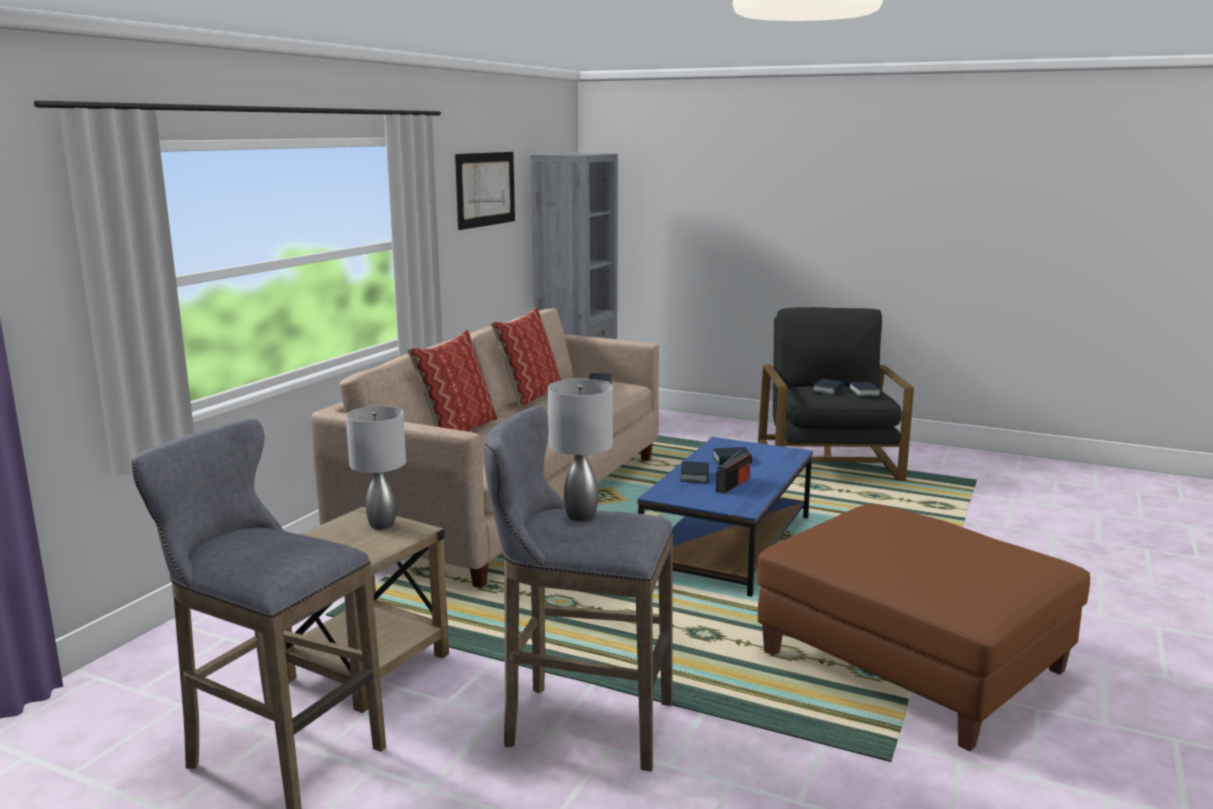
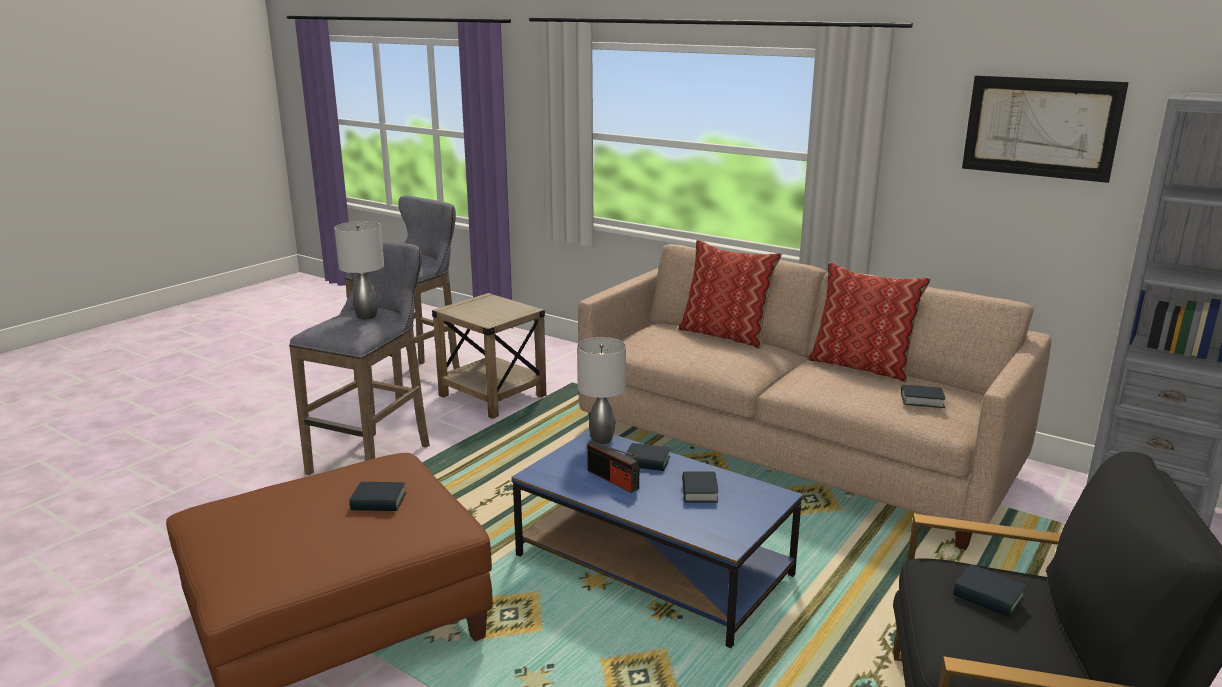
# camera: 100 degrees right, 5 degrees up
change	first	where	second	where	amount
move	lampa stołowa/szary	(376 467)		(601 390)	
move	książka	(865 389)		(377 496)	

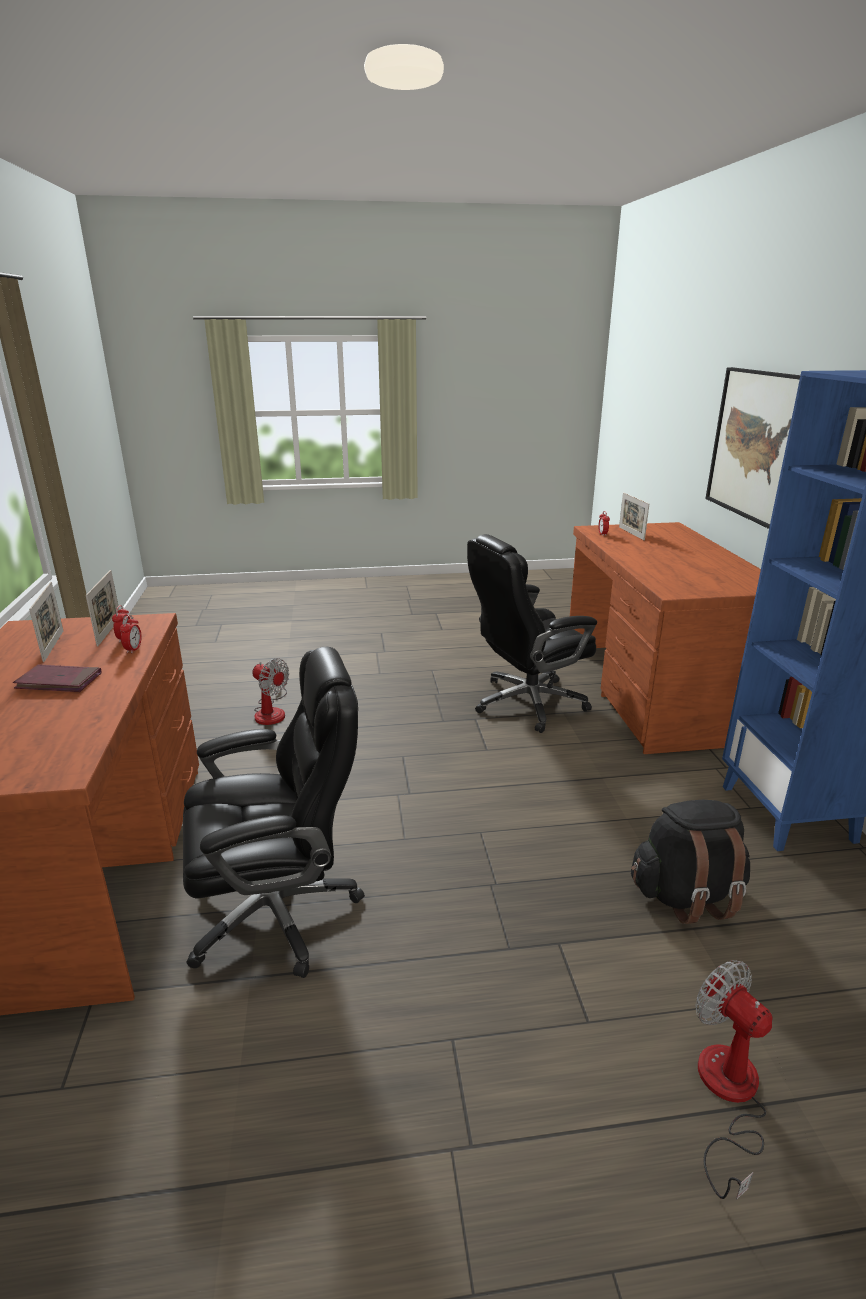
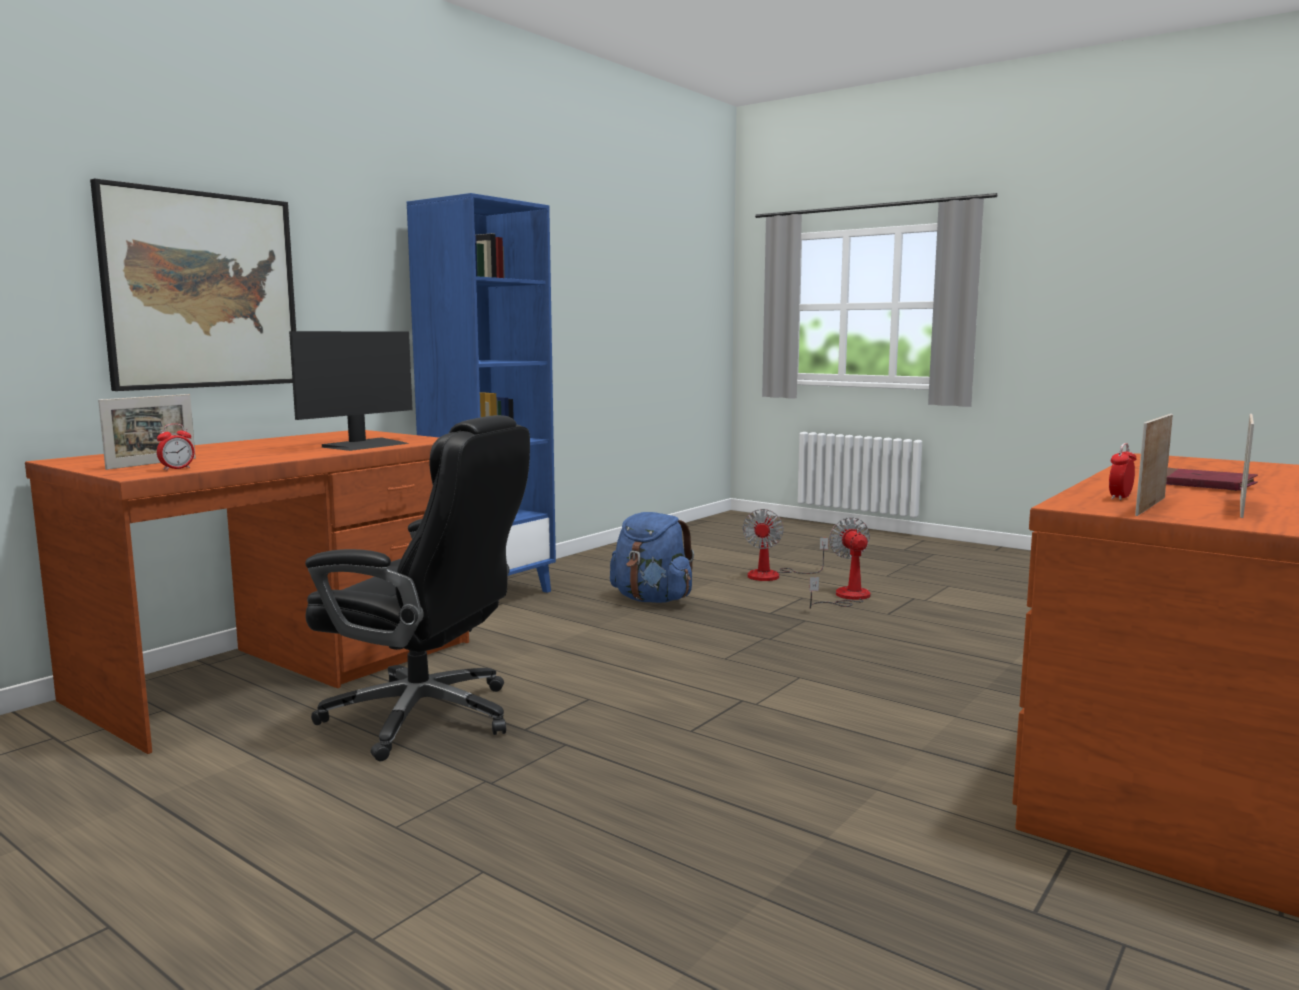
# camera: 135 degrees left, 15 degrees down
change	first	where	second	where	amount
delete	budzik	(131 634)			
delete	krzesło biurowe/czarny	(274 812)			
move	wentylator	(270 691)		(839 563)	
recolor	plecak/czarny	(690 862)	plecak/niebieski	(652 557)	
insert			monitor	(351 391)	

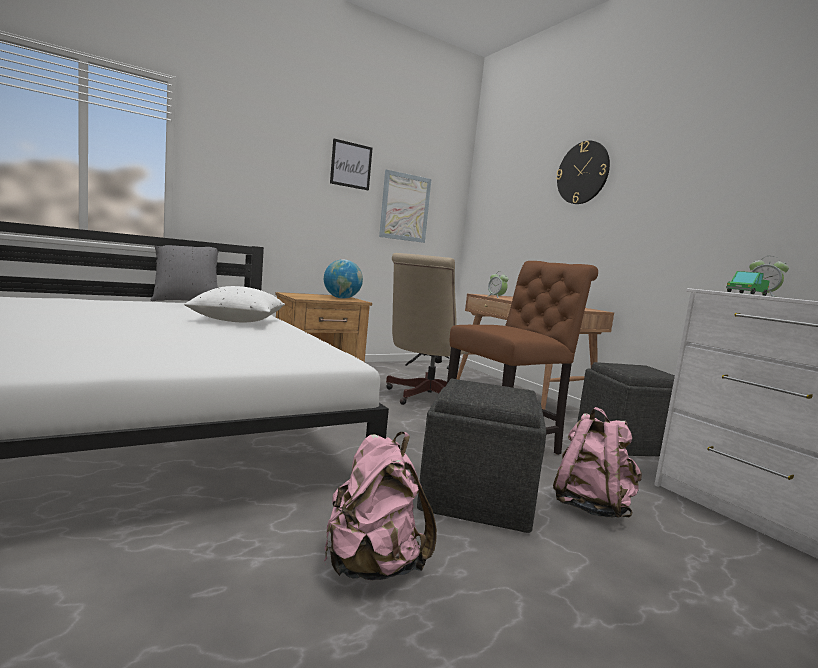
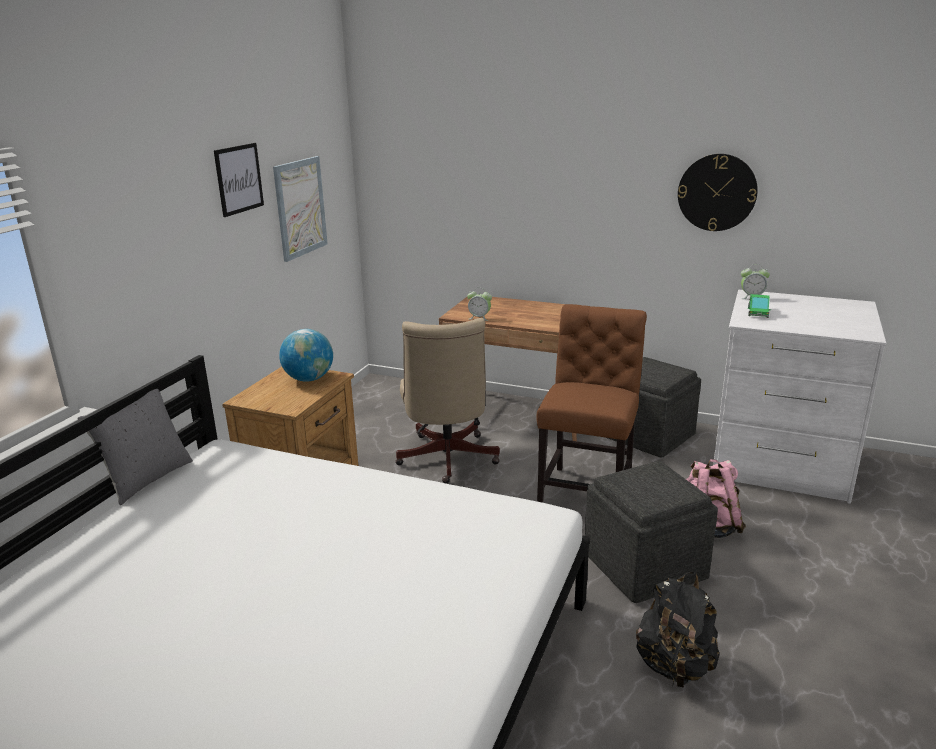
# camera: 35 degrees left, 15 degrees up
change	first	where	second	where	amount
delete	poduszka/biały	(234 304)			
recolor	plecak/różowy	(380 506)	plecak/czarny	(677 630)	
move	zegar ścienny	(583 172)		(718 192)	

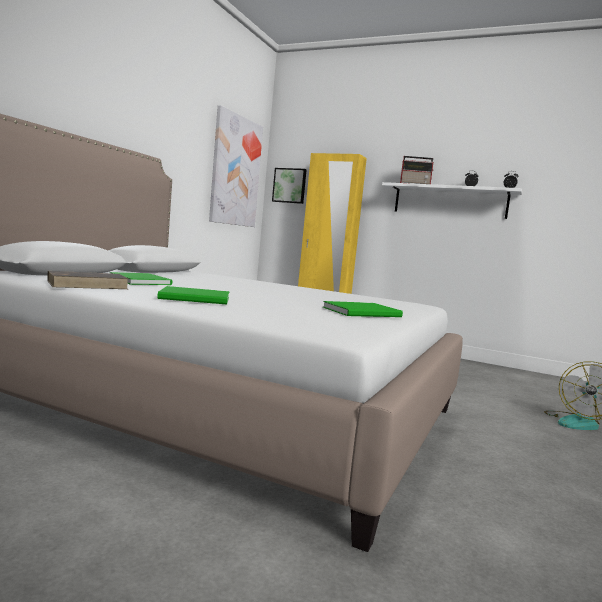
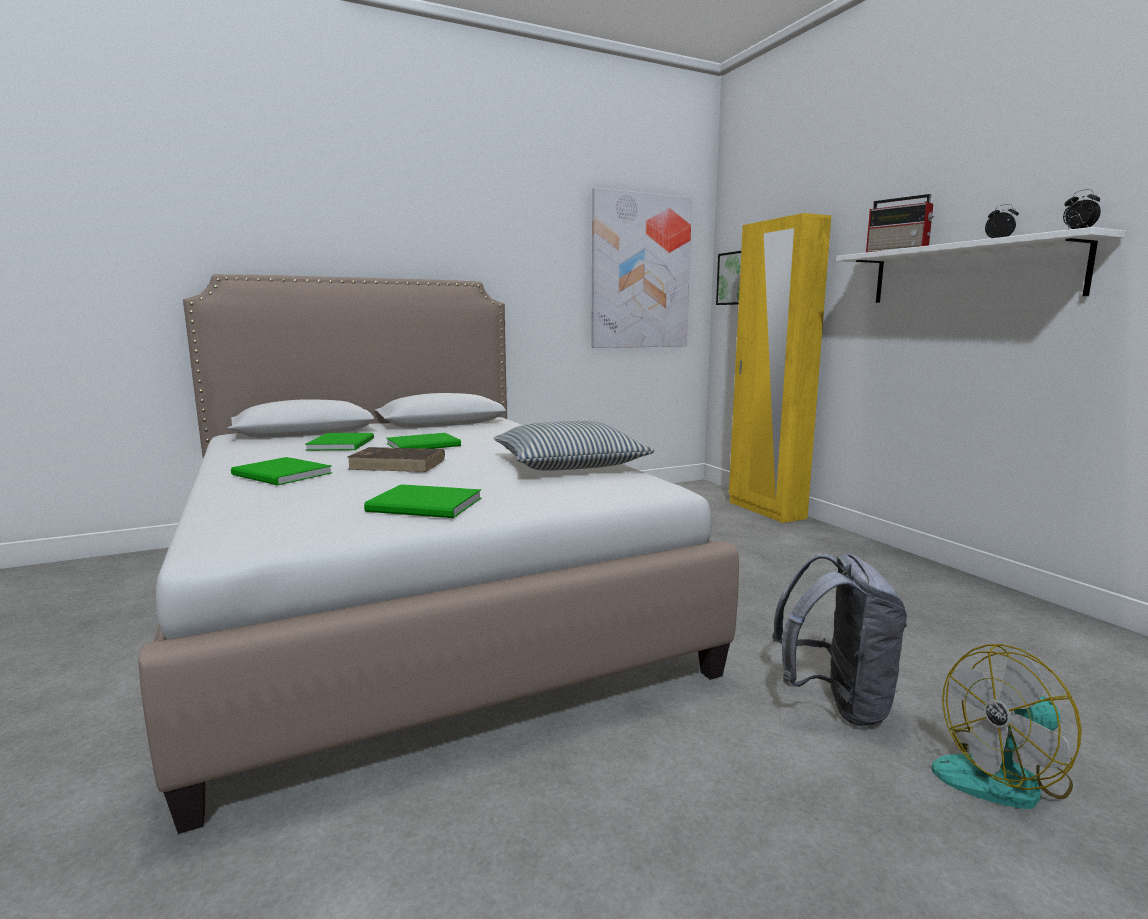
# camera: 40 degrees right, 5 degrees up
change	first	where	second	where	amount
move	książka/brązowy	(88 280)		(396 459)	
insert			książka/zielony	(424 441)	
insert			poduszka	(574 446)	
insert			plecak/szary	(839 640)	

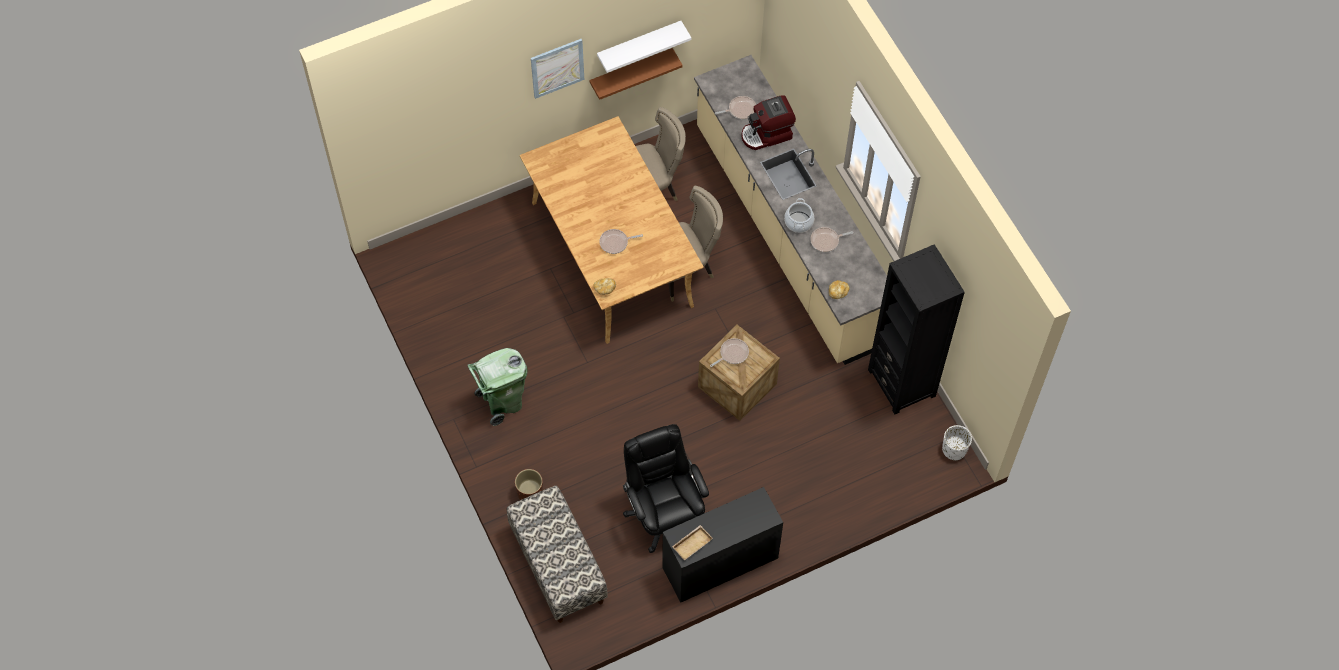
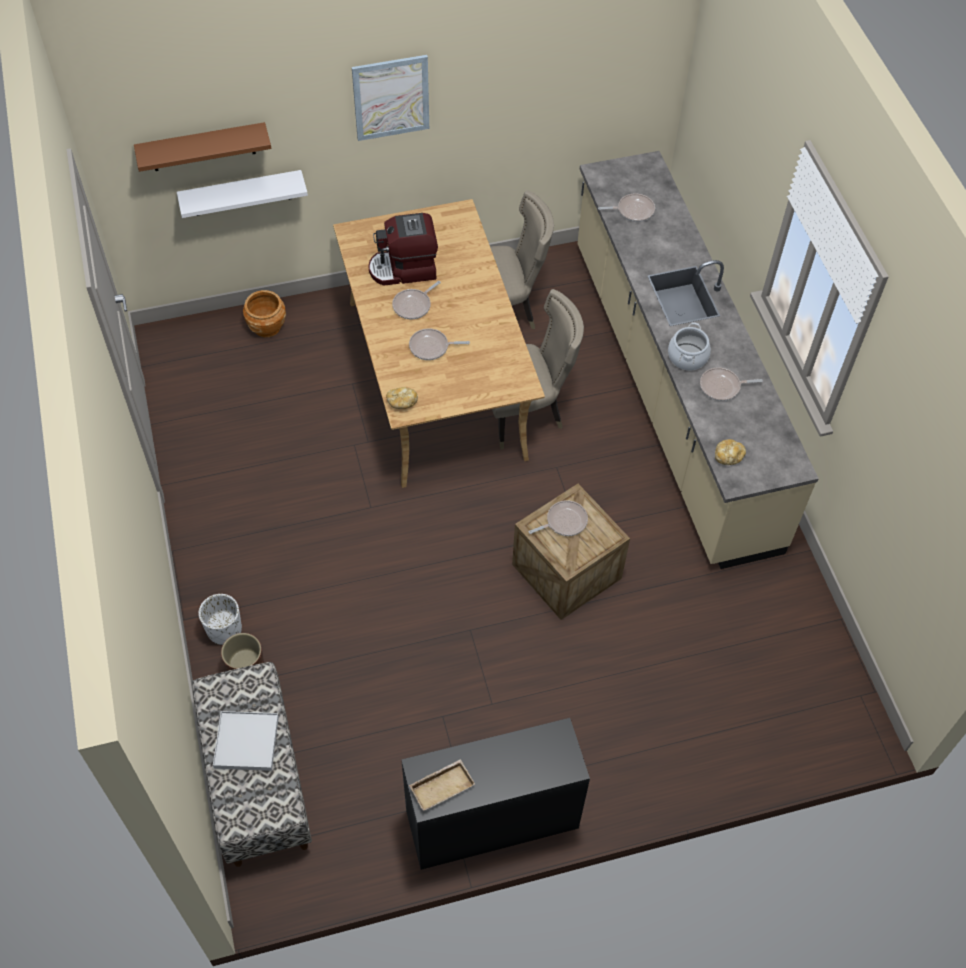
# camera: 10 degrees right, 5 degrees down
change	first	where	second	where	amount
delete	kosz na śmieci/zielony	(497 387)			
move	półka/brązowy	(636 74)		(202 147)	
move	półka/biały	(644 47)		(242 194)	
delete	krzesło biurowe/czarny	(666 488)			
move	ekspres do kawy	(769 122)		(403 249)	
delete	regał/czarny	(916 329)			
move	donica/biały	(957 443)		(220 619)	
insert			taca/biały	(246 741)	
insert			donica/brązowy	(264 313)	
insert			patelnia	(416 300)	

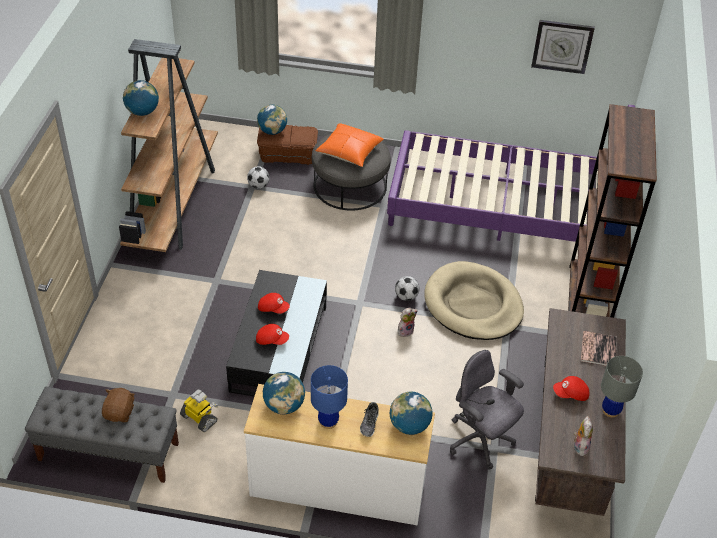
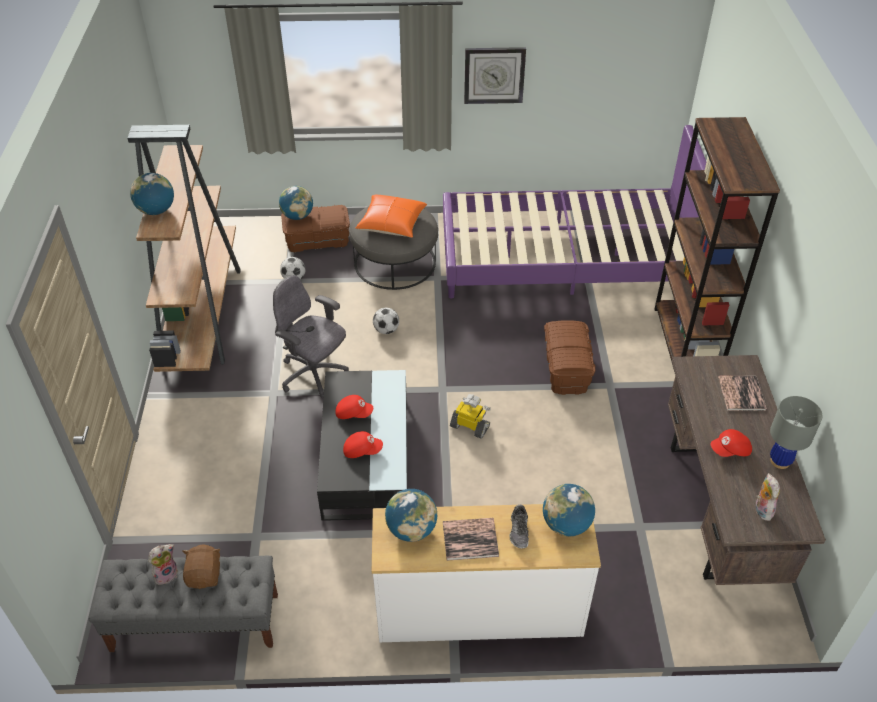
# camera: 10 degrees left, 0 degrees up
change	first	where	second	where	amount
move	robot zabawkowy	(199 410)		(470 416)	
replace	lampa stołowa/niebieski	(329 397)	książka	(471 539)	
move	piłka futbolowa	(407 288)		(386 321)	
move	pluszak	(408 322)		(163 564)	
replace	legowisko/beżowy	(474 300)	pojemnik do przechowywania/brązowy	(570 357)	
move	krzesło biurowe/szary	(487 409)		(311 337)	
move	zegar ścienny	(563 47)		(495 75)	

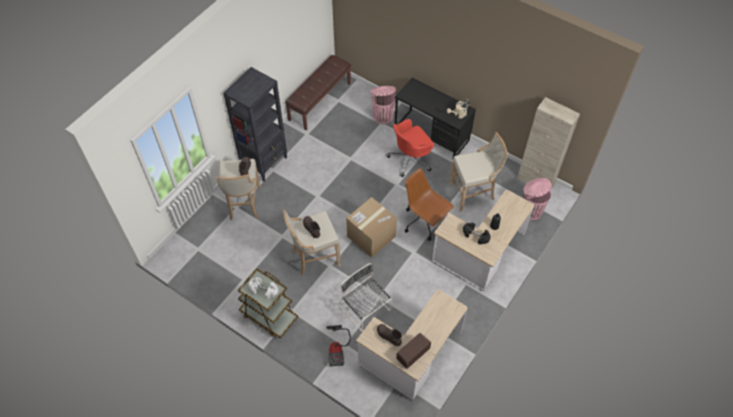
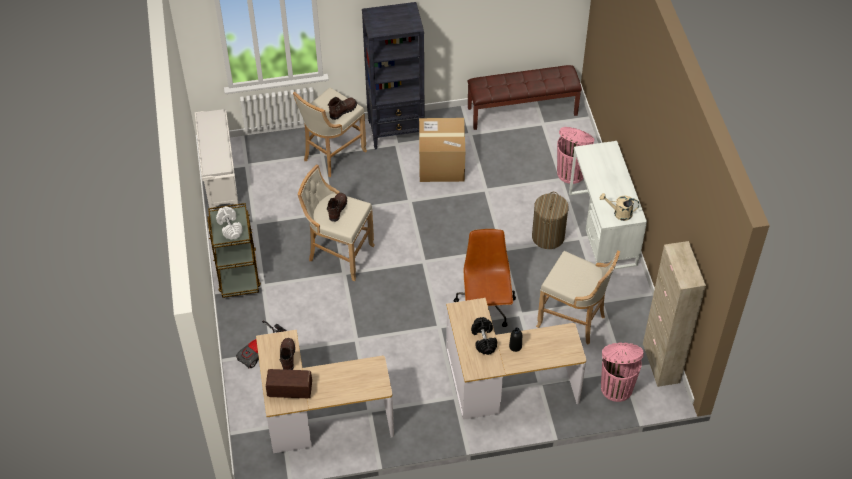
# camera: 45 degrees right, 5 degrees down
change	first	where	second	where	amount
delete	krzesło/czarny	(365 297)			
move	karton	(371 227)		(442 150)	
replace	krzesło biurowe/czerwony	(410 148)	kosz na pranie	(550 220)	
recolor	biurko/czarny	(435 117)	biurko/biały	(608 205)	
insert			regał na buty/biały	(217 159)	

